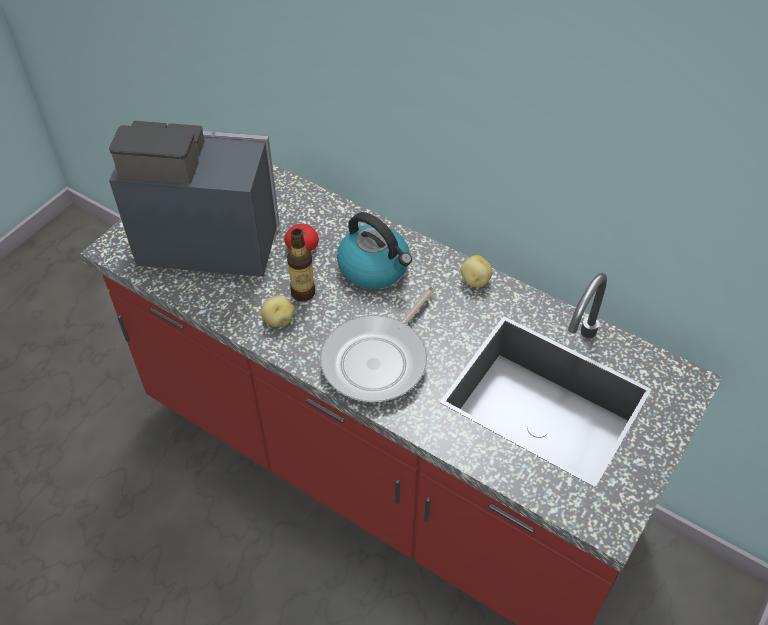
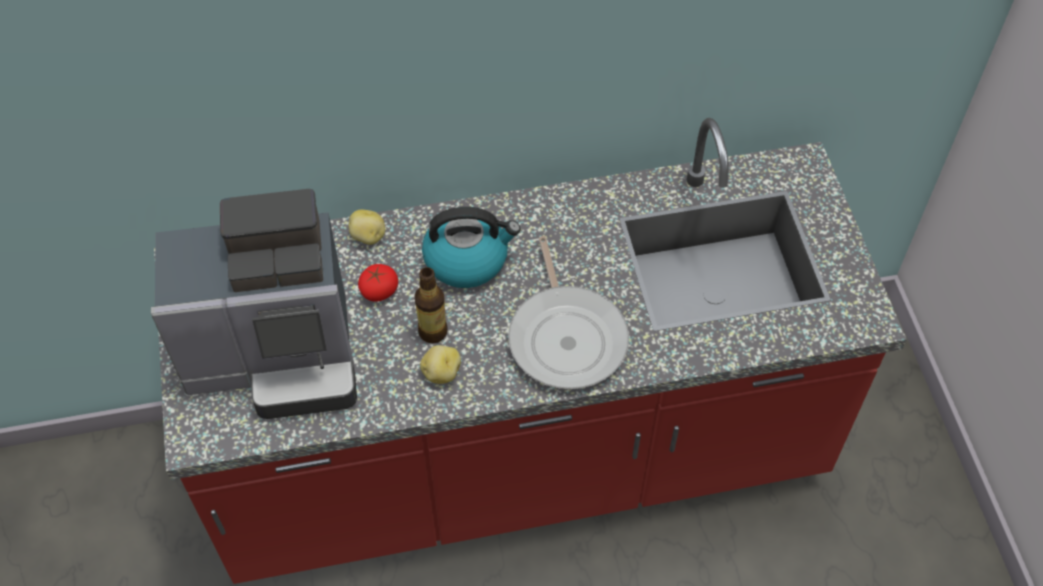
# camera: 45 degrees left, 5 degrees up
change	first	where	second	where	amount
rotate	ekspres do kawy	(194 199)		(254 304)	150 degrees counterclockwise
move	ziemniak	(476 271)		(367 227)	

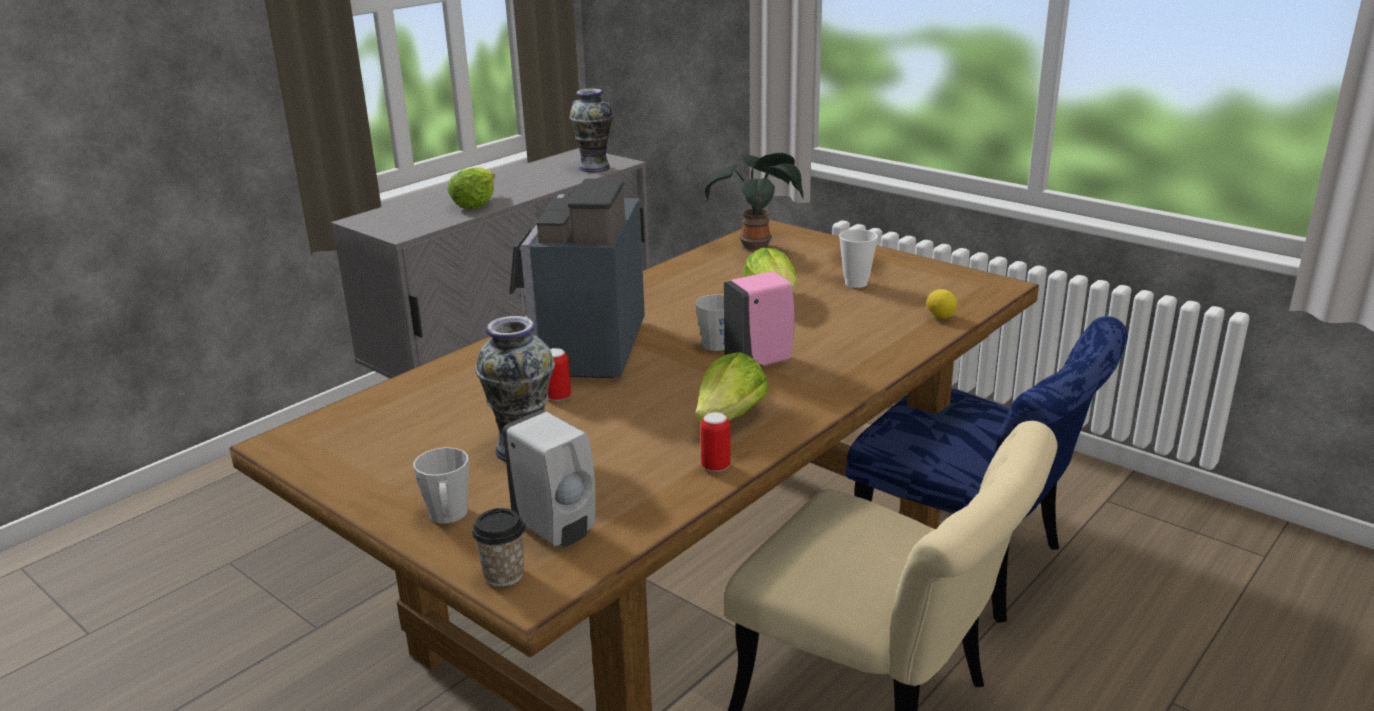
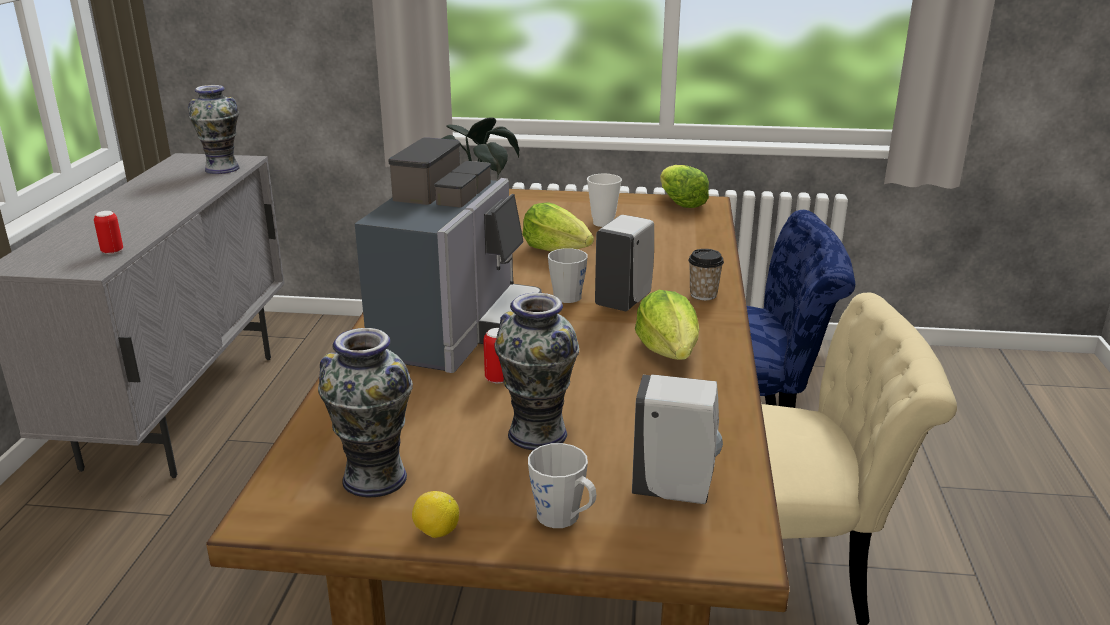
# camera: 35 degrees left, 0 degrees up
change	first	where	second	where	amount
move	sałata	(471 188)		(684 186)	
move	filiżanka	(498 547)		(706 274)	
rotate	ekspres do kawy	(577 278)		(448 255)	135 degrees counterclockwise
move	puszka	(715 442)		(108 233)	
recolor	dozownik mydła/różowy	(759 318)	dozownik mydła/biały	(624 263)	
move	cytryna	(941 304)		(435 514)	
insert			wazon	(365 412)	

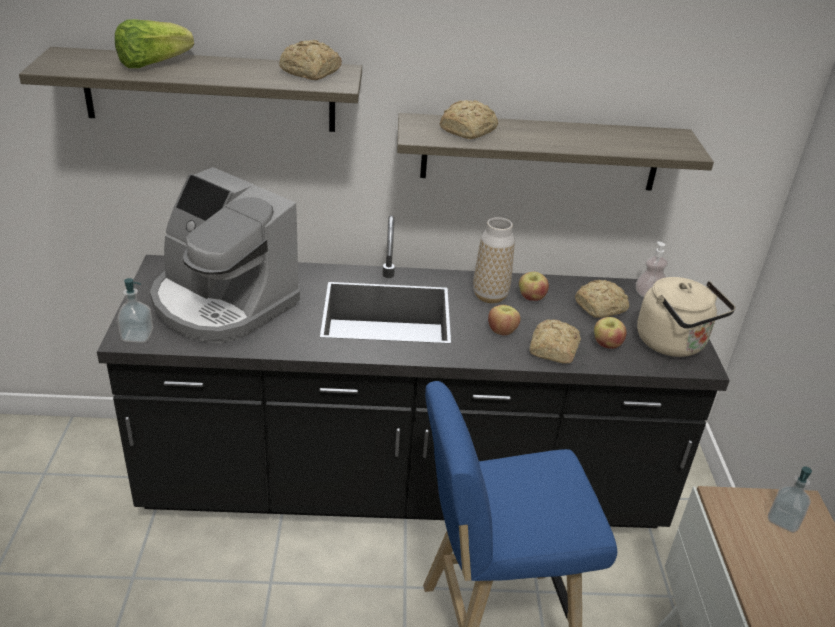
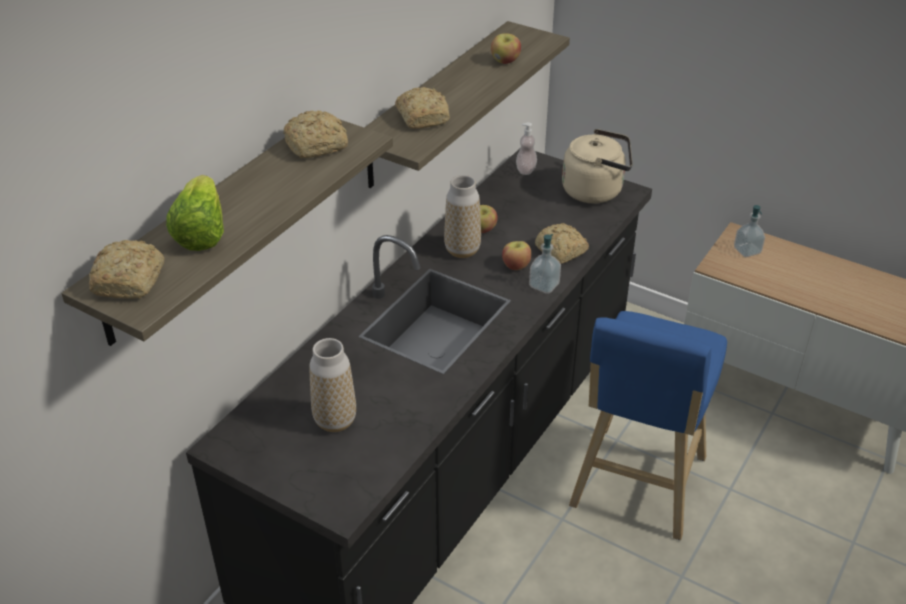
# camera: 55 degrees left, 5 degrees up
change	first	where	second	where	amount
move	dozownik mydła	(135 310)		(545 264)	
replace	ekspres do kawy	(225 255)	wazon	(332 385)	
move	chleb	(602 299)		(126 269)	
move	jabłko	(610 333)		(506 48)	

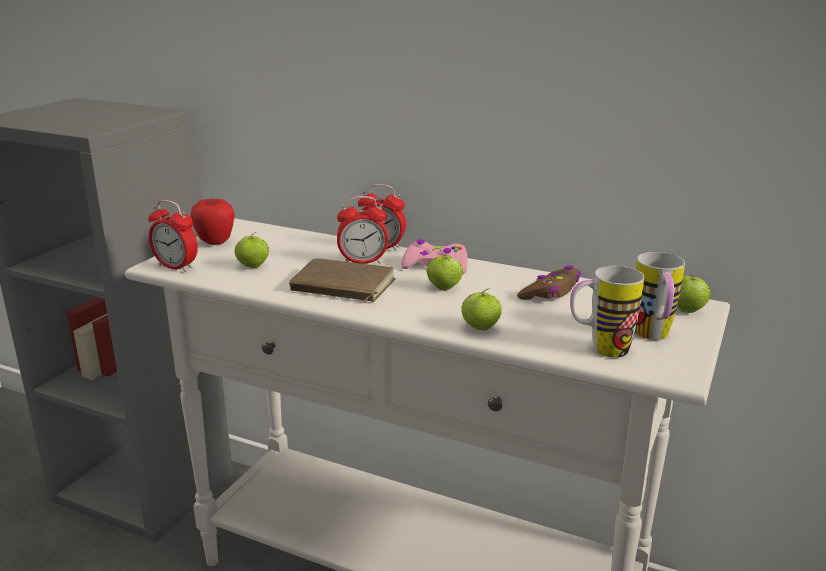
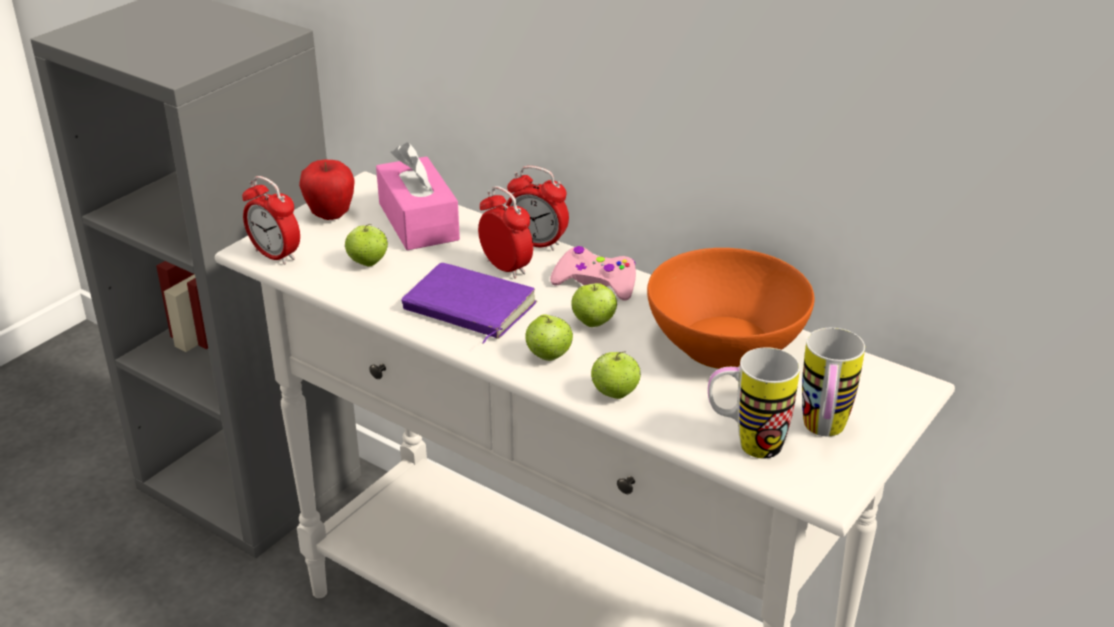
# camera: 10 degrees right, 10 degrees up
change	first	where	second	where	amount
recolor	książka/brązowy	(342 280)	książka/fioletowy	(469 303)	
rotate	budzik	(363 230)		(505 232)	135 degrees counterclockwise
replace	pad do gier/brązowy	(549 283)	miska/pomarańczowy	(730 308)	
move	jabłko	(694 293)		(549 337)	
insert			pudełko chusteczek/różowy	(418 196)	

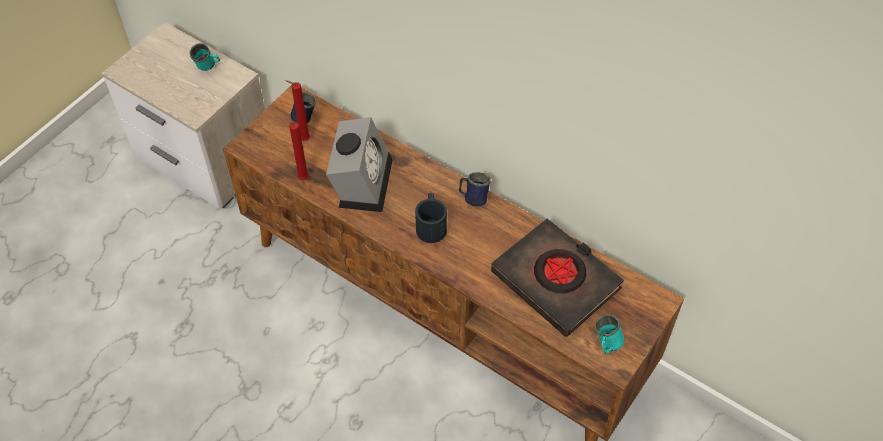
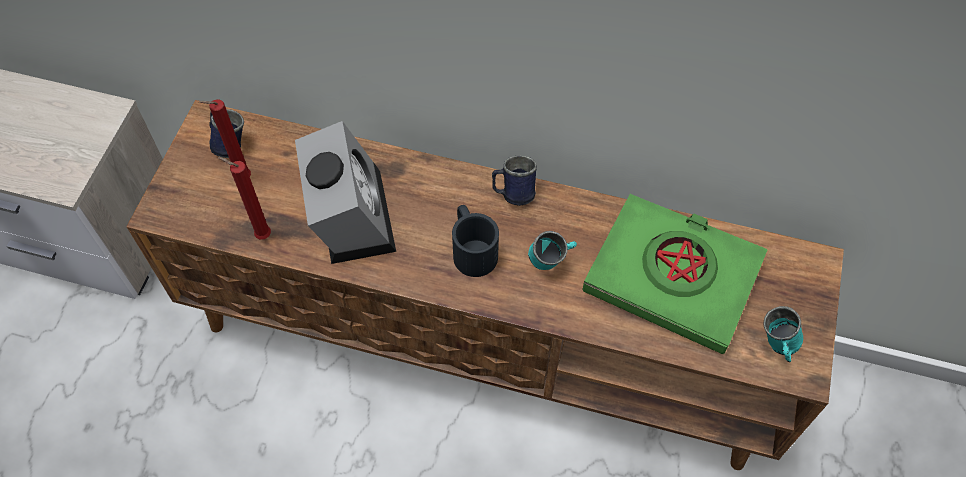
# camera: 20 degrees left, 5 degrees up
change	first	where	second	where	amount
move	kubek/turkusowy	(205 57)		(552 250)	
recolor	książka/czarny	(557 278)	książka/zielony	(675 274)	

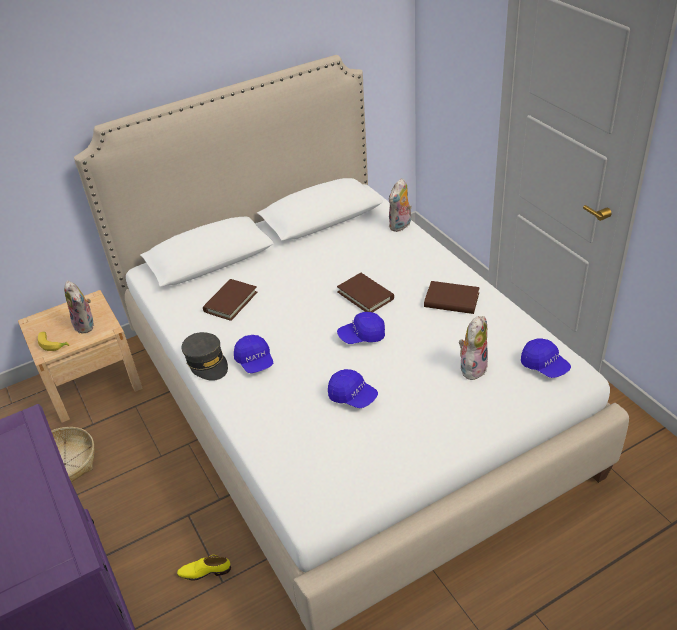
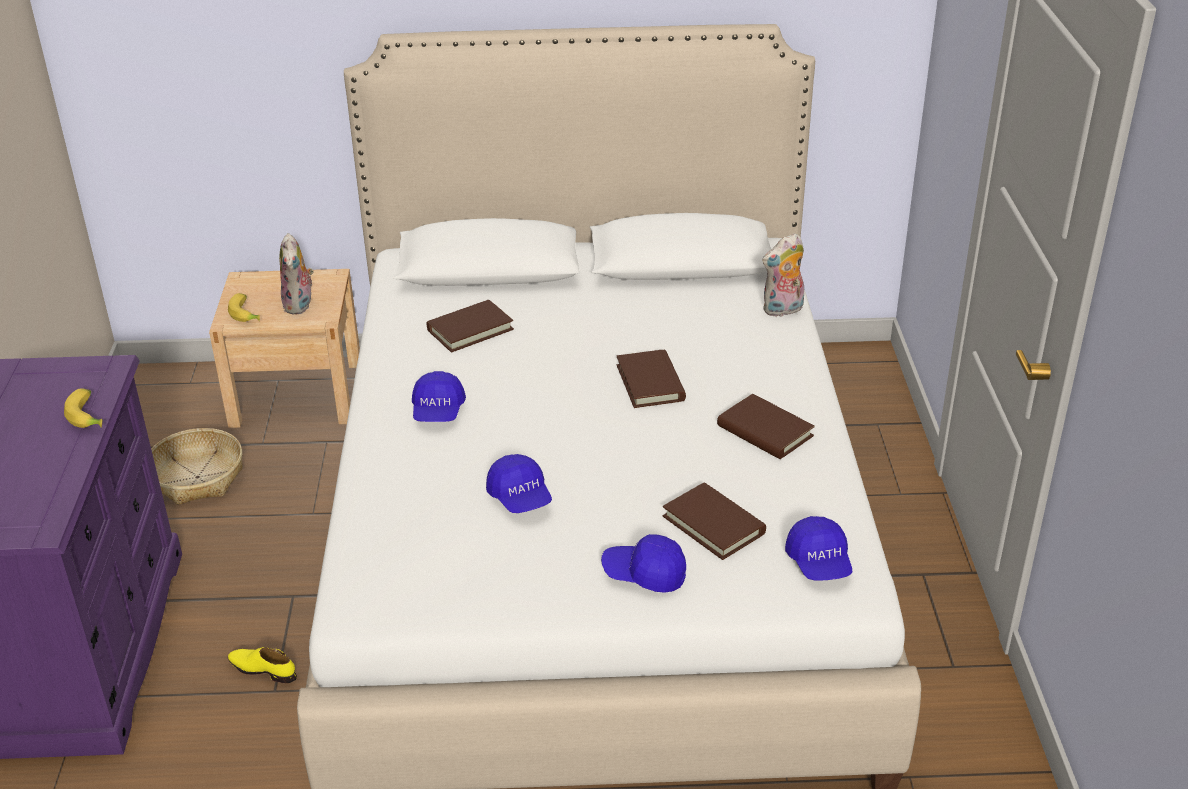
# camera: 25 degrees right, 5 degrees down
change	first	where	second	where	amount
delete	czapka z daszkiem/szary	(205 356)			
move	czapka z daszkiem/niebieski	(361 328)		(643 563)	
replace	pluszak	(473 348)	książka/brązowy	(714 521)	
insert			banan	(83 408)	

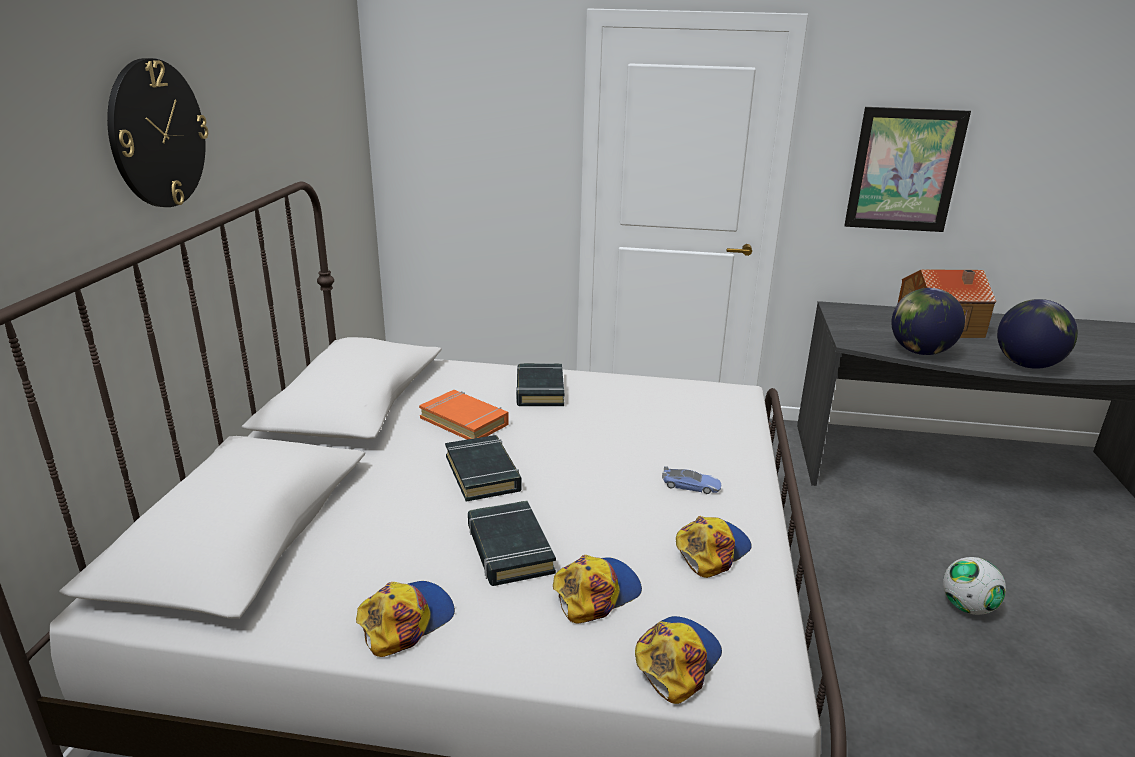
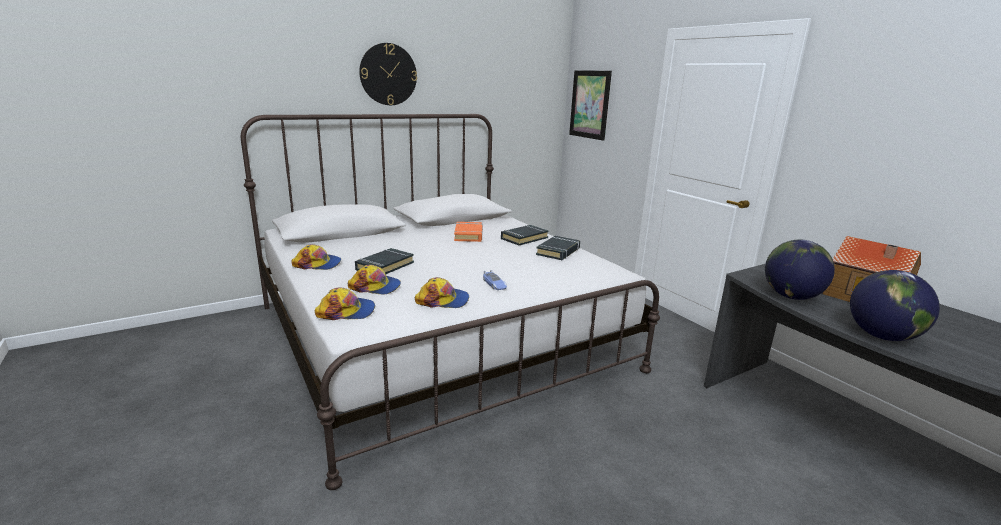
# camera: 50 degrees right, 5 degrees down
change	first	where	second	where	amount
move	książka/czarny	(483 468)		(558 248)	
move	obraz	(907 169)		(590 105)	
delete	piłka futbolowa	(974 586)			

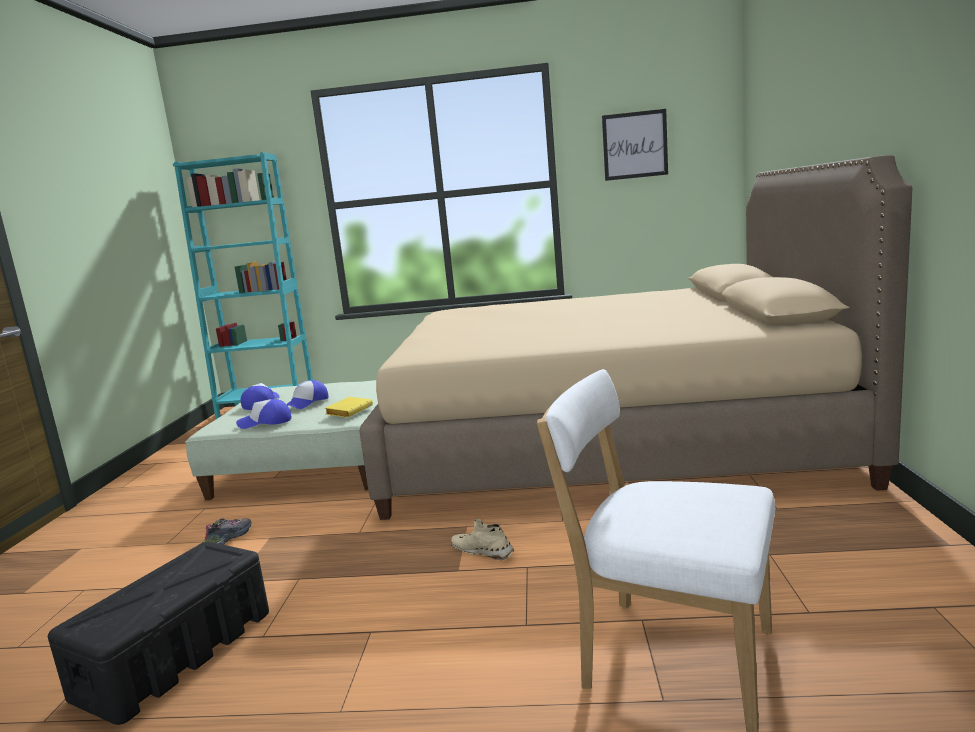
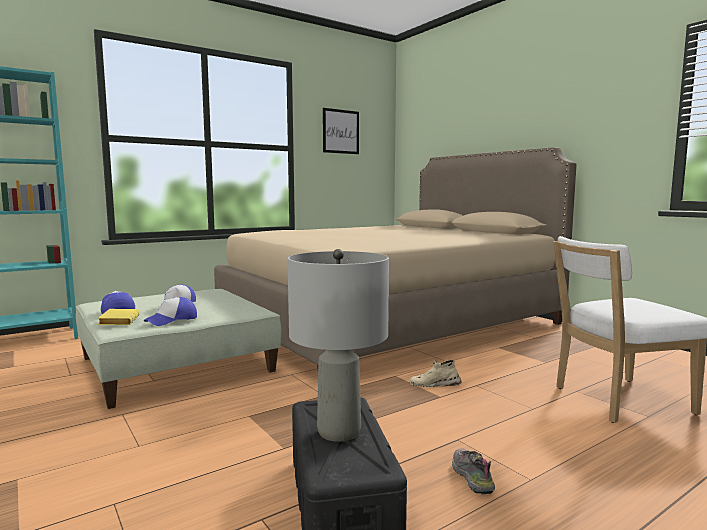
# camera: 40 degrees left, 5 degrees down
change	first	where	second	where	amount
move	but	(226 531)		(473 471)	
move	książka/żółty	(349 407)		(119 317)	
insert			lampa stołowa/szary	(338 345)	

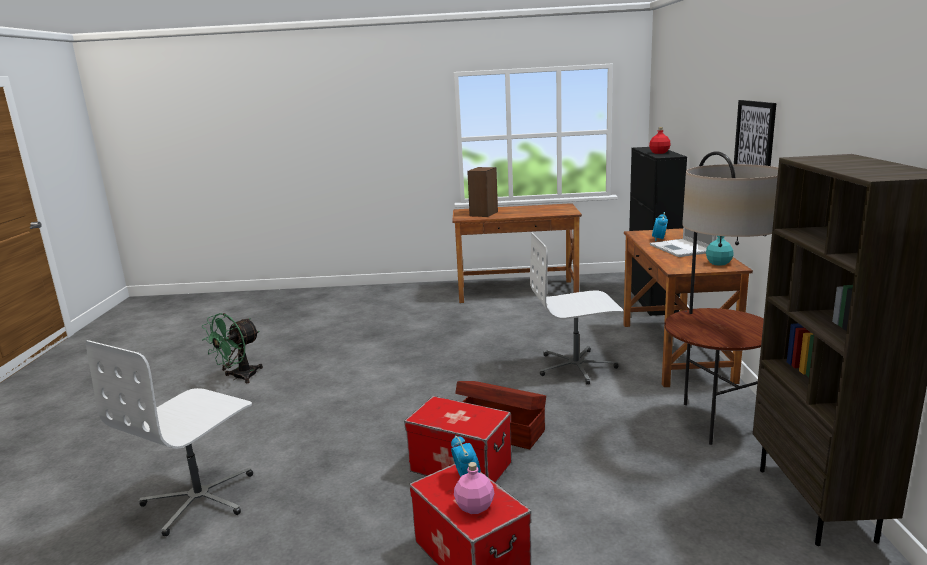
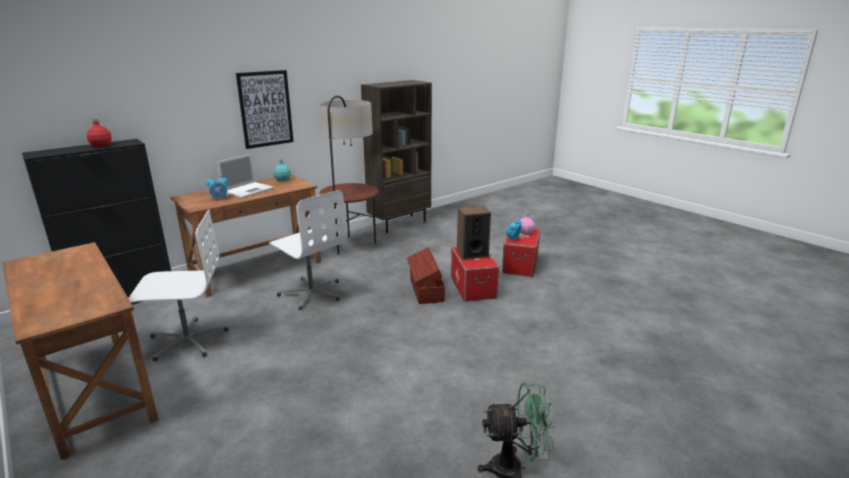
# camera: 130 degrees left, 5 degrees up
change	first	where	second	where	amount
move	krzesło biurowe/biały	(169 438)		(178 285)	
move	głośnik	(482 192)		(474 233)	

